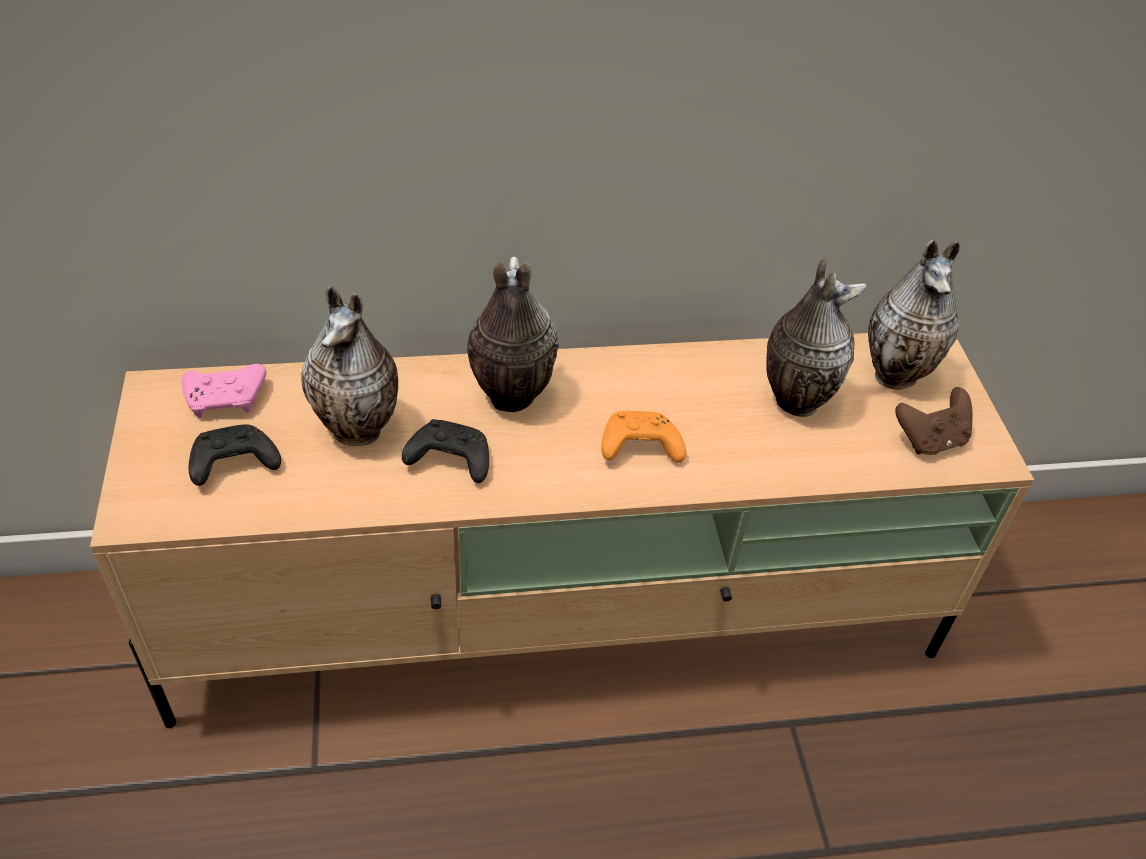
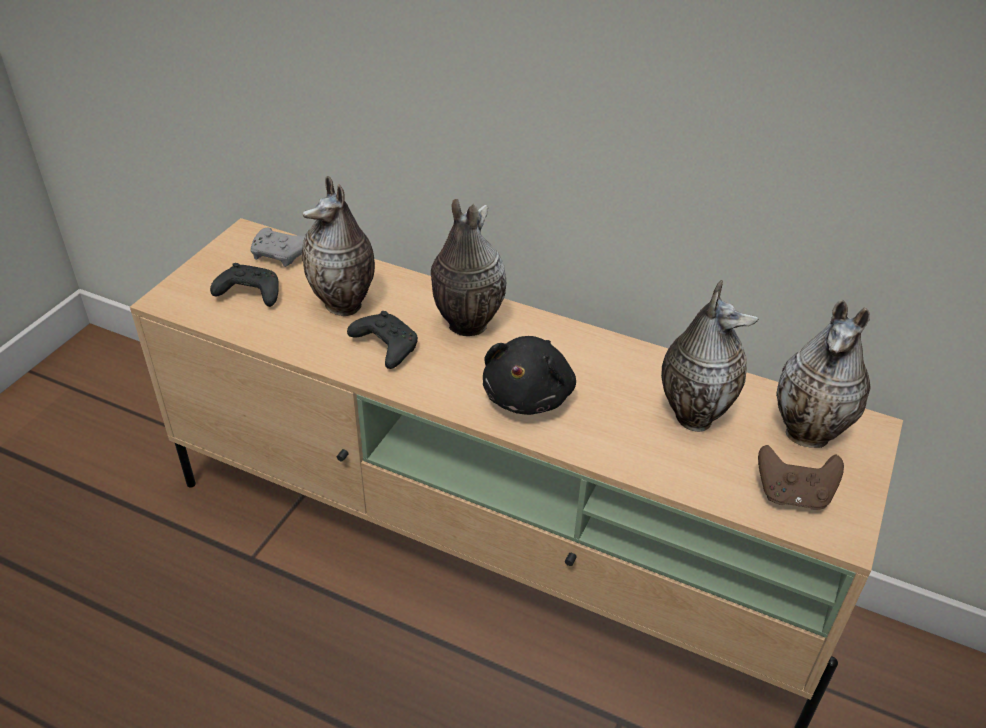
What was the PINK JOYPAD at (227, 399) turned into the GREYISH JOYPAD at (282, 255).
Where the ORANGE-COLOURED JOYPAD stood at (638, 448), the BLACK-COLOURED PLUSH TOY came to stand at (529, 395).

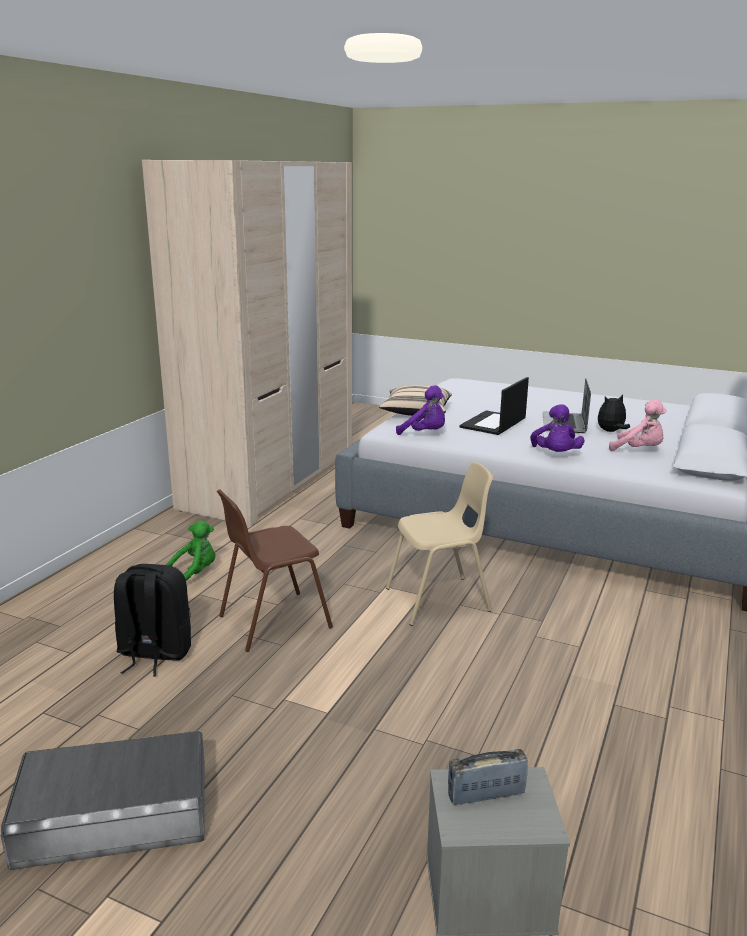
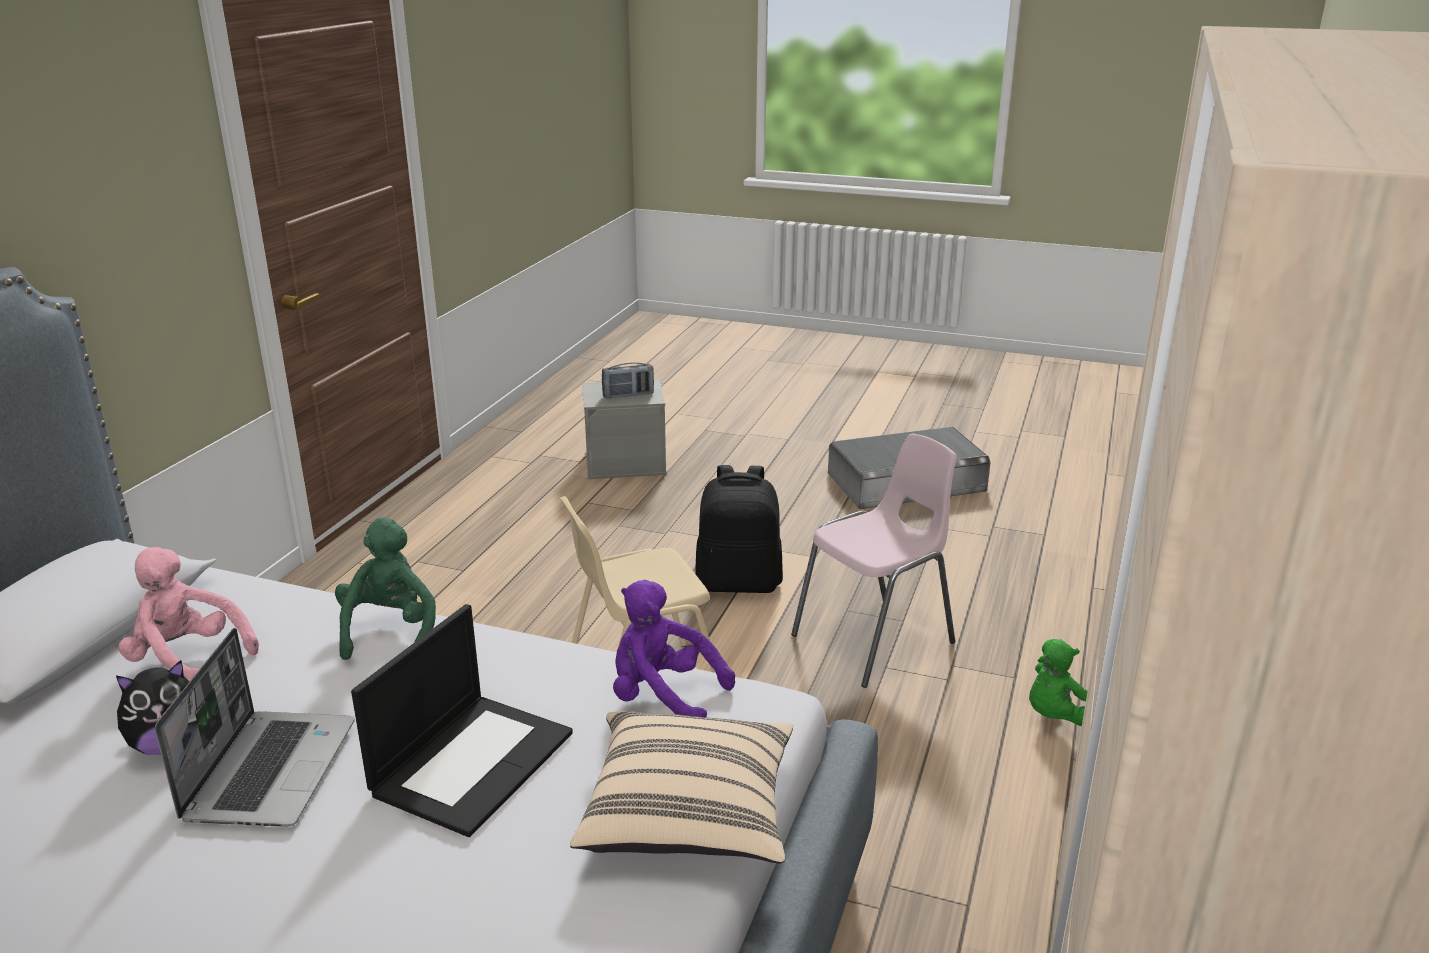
What was the PURPLE-COLOURED PLUSH TOY at (555, 455) turned into the GREENISH PLUSH TOY at (390, 631).
What was the BROWN-COLOURED CHAIR at (273, 621) turned into the PINK CHAIR at (876, 640).
The BLACK-COLOURED BACKPACK ended up elsewhere, having gone from (154, 654) to (739, 582).

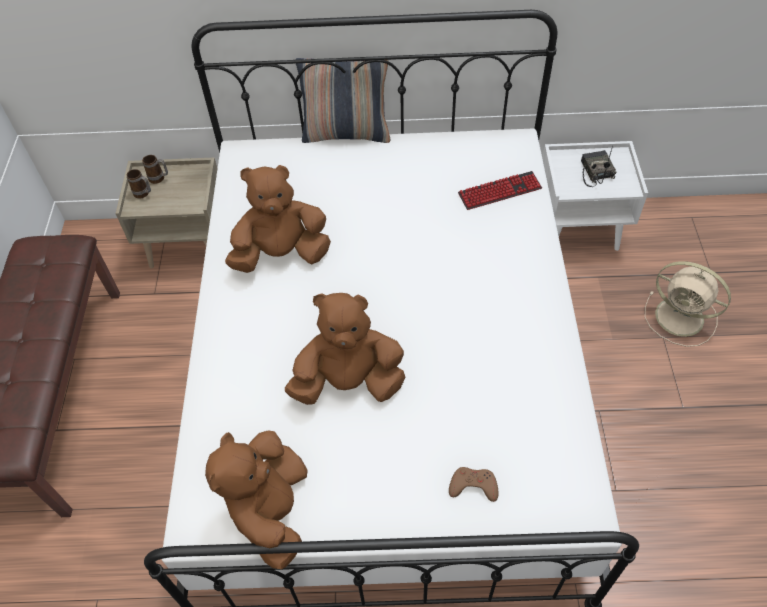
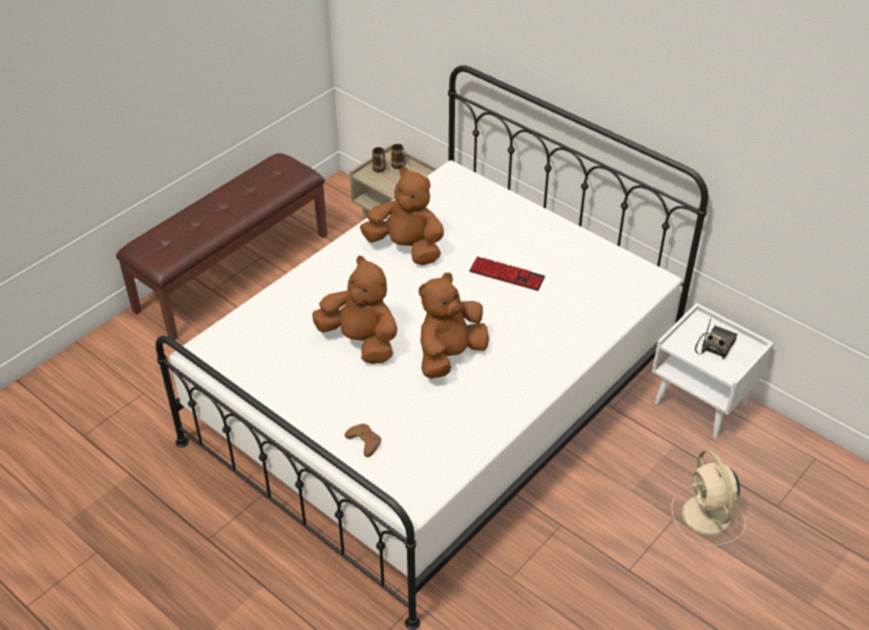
The second view lost the THROW PILLOW at (346, 134).
The PC KEYBOARD ended up elsewhere, having gone from (499, 191) to (506, 275).
The BROWN-COLOURED PLUSH TOY ended up elsewhere, having gone from (271, 510) to (449, 356).

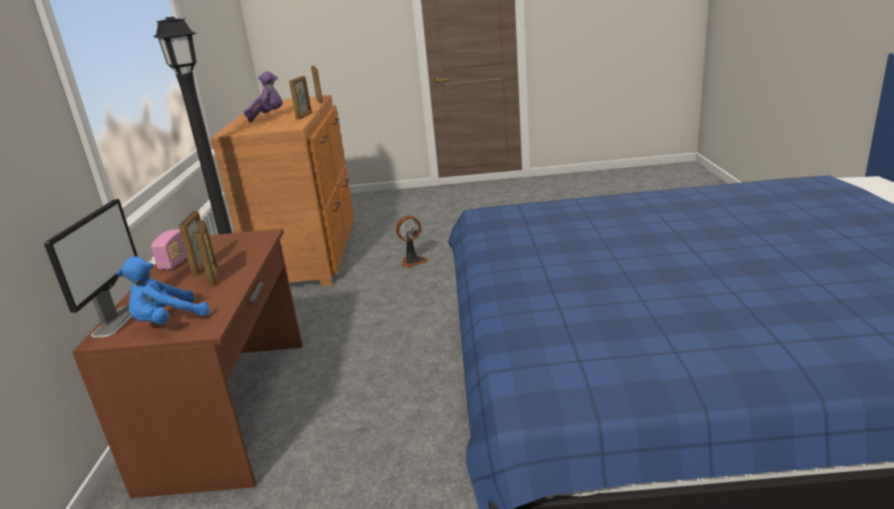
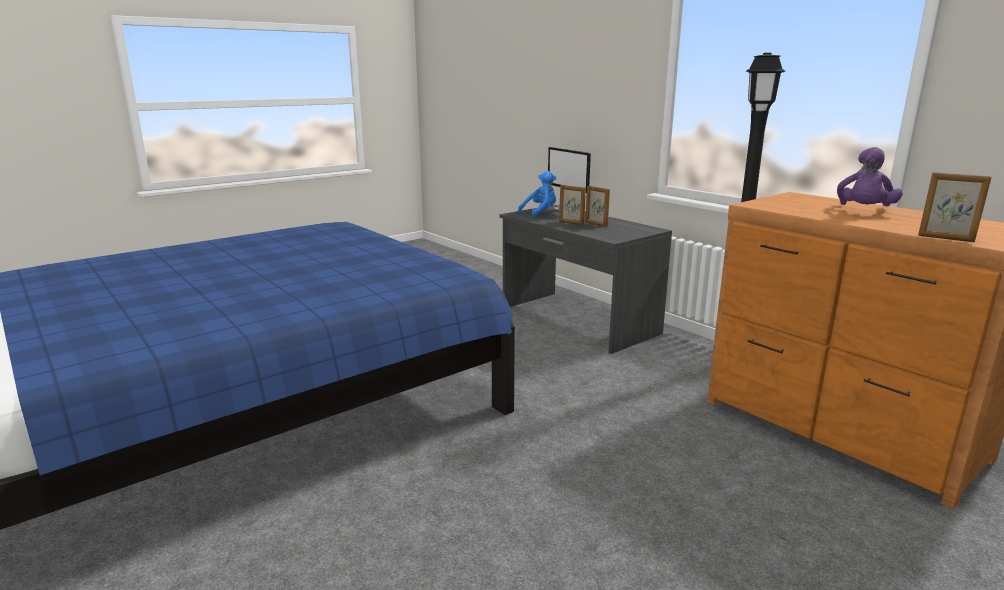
The second view lost the PHOTO FRAME at (304, 116).
The second view lost the COOLING FAN at (413, 261).
What was the BROWN-COLOURED DESK TABLE at (232, 409) turned into the GREYISH DESK TABLE at (577, 320).
The second view lost the RADIO SET at (177, 261).
The BLUISH PLUSH TOY at (168, 322) ended up facing another way, 45 degrees clockwise from before.

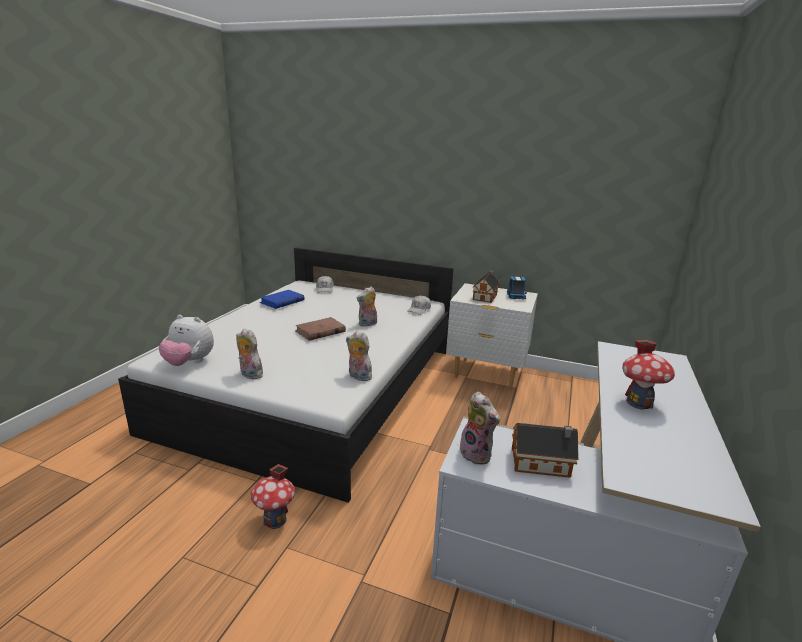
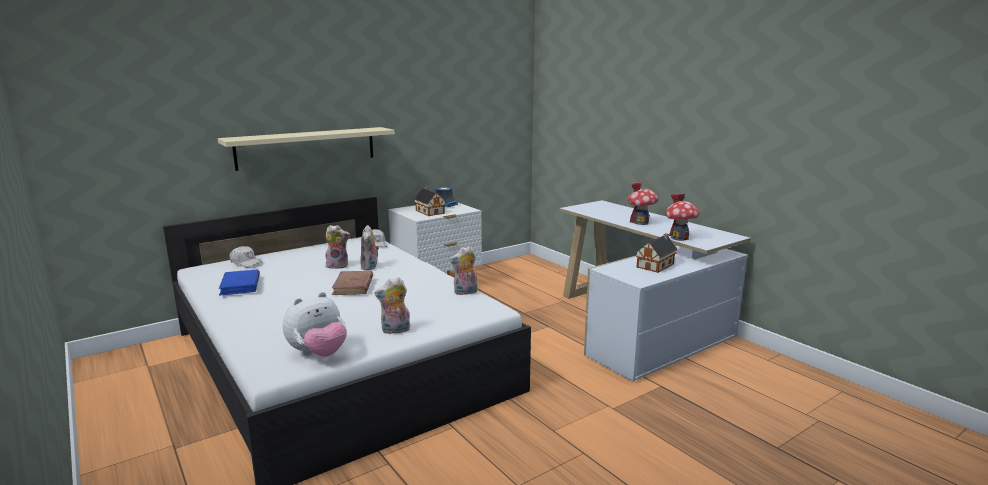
The PLUSH TOY ended up elsewhere, having gone from (477, 454) to (338, 265).
The MODEL HOUSE ended up elsewhere, having gone from (275, 520) to (679, 238).
The second view gained the BEIGE SHELF at (307, 148).

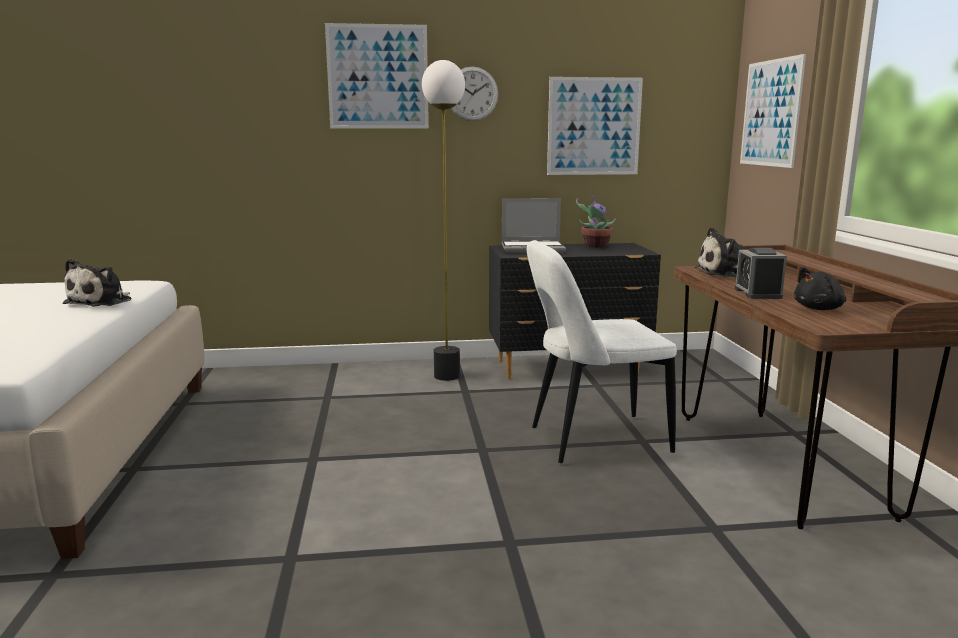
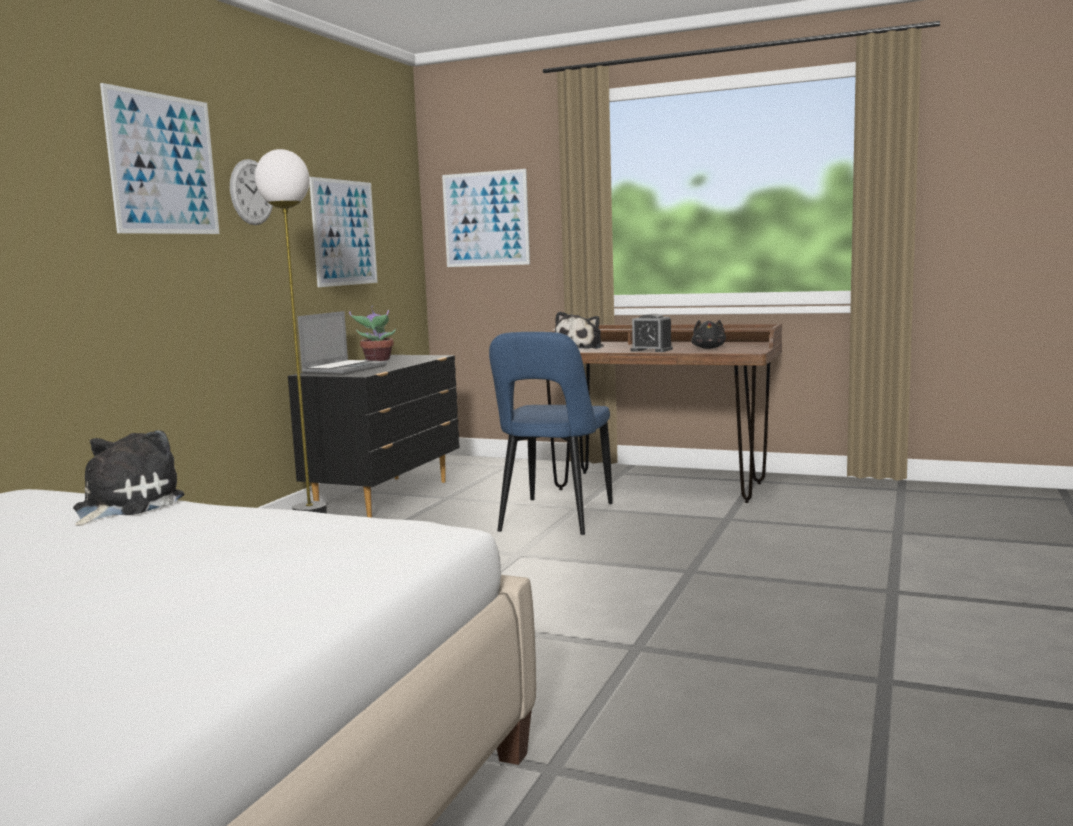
What was the WHITISH CHAIR at (592, 440) turned into the BLUISH CHAIR at (554, 519).
The PLUSH TOY at (102, 301) ended up facing another way, 120 degrees counterclockwise from before.

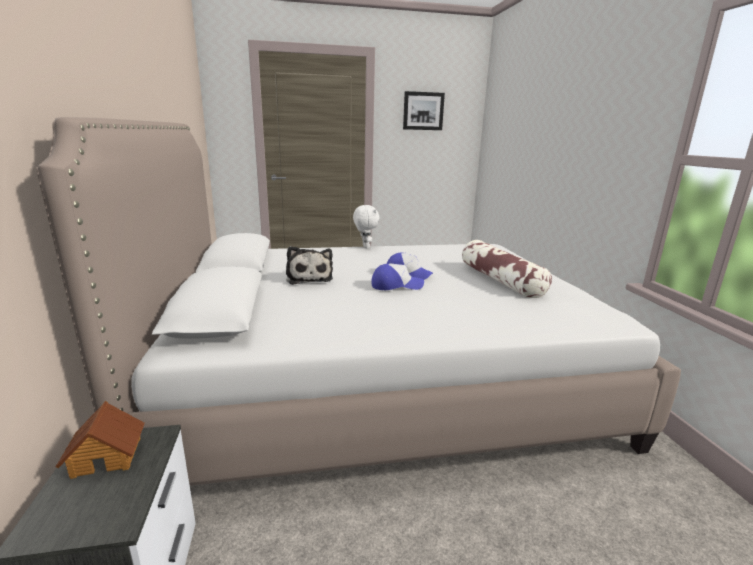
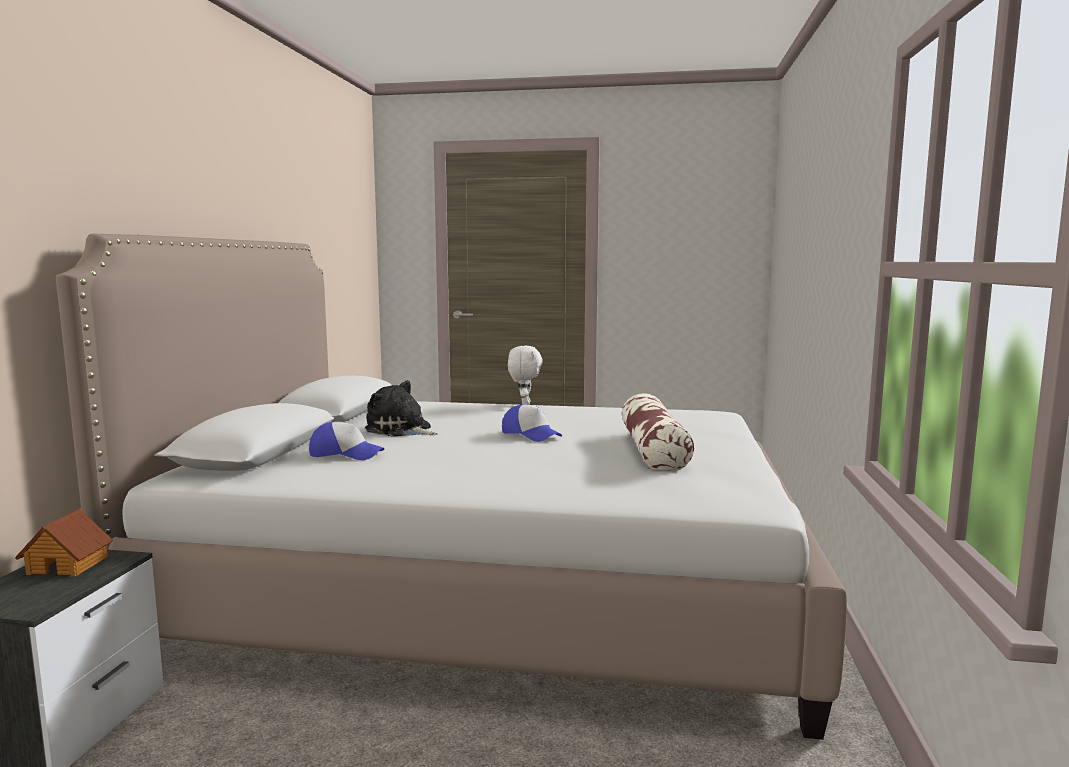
The second view lost the WALL PICTURE at (423, 111).
The PLUSH TOY at (309, 278) ended up facing another way, 120 degrees clockwise from before.
The BASEBALL CAP ended up elsewhere, having gone from (396, 285) to (346, 454).

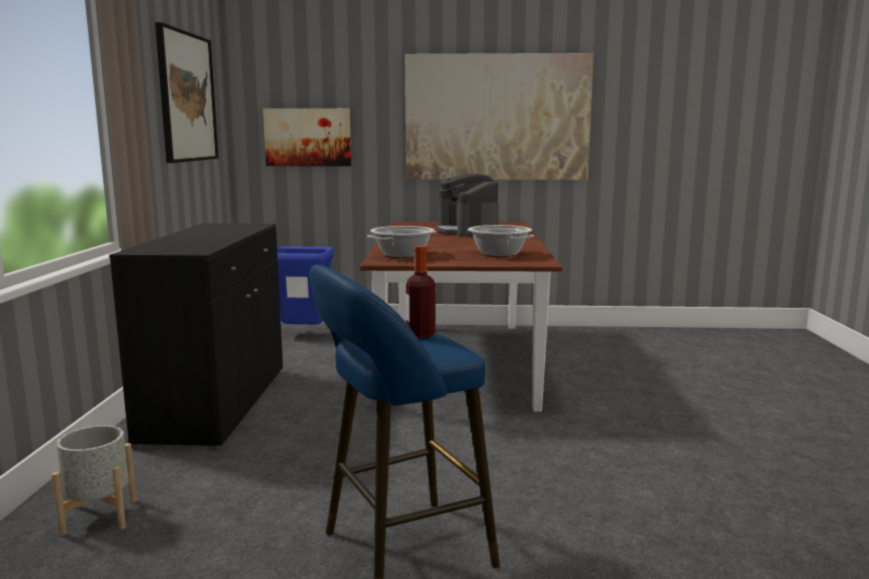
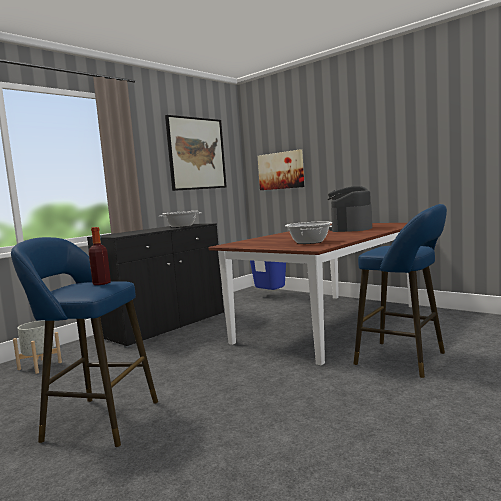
The second view lost the WALL PICTURE at (497, 117).
The STOCKPOT ended up elsewhere, having gone from (402, 255) to (181, 226).
The second view gained the BLUISH SITTING STOOL at (405, 359).

